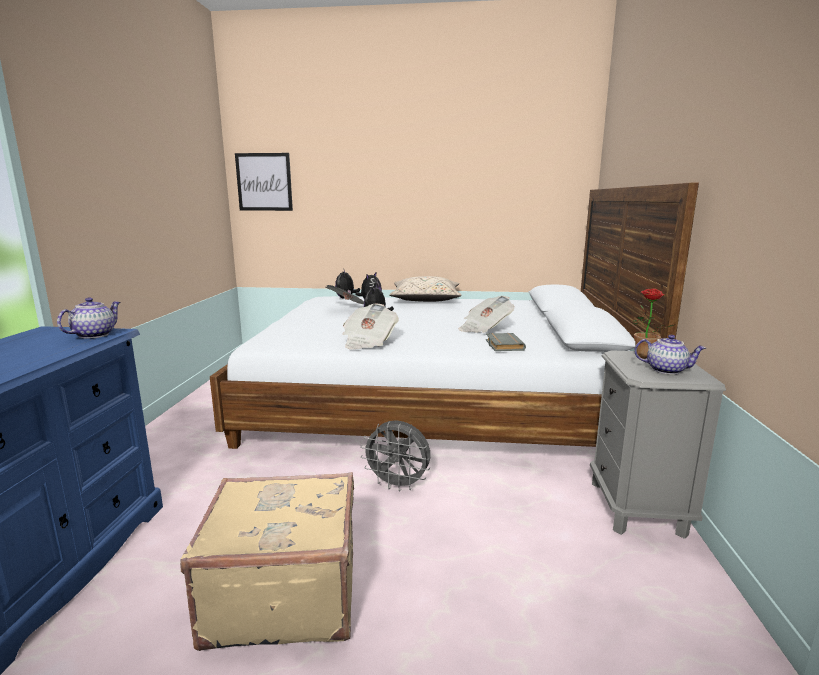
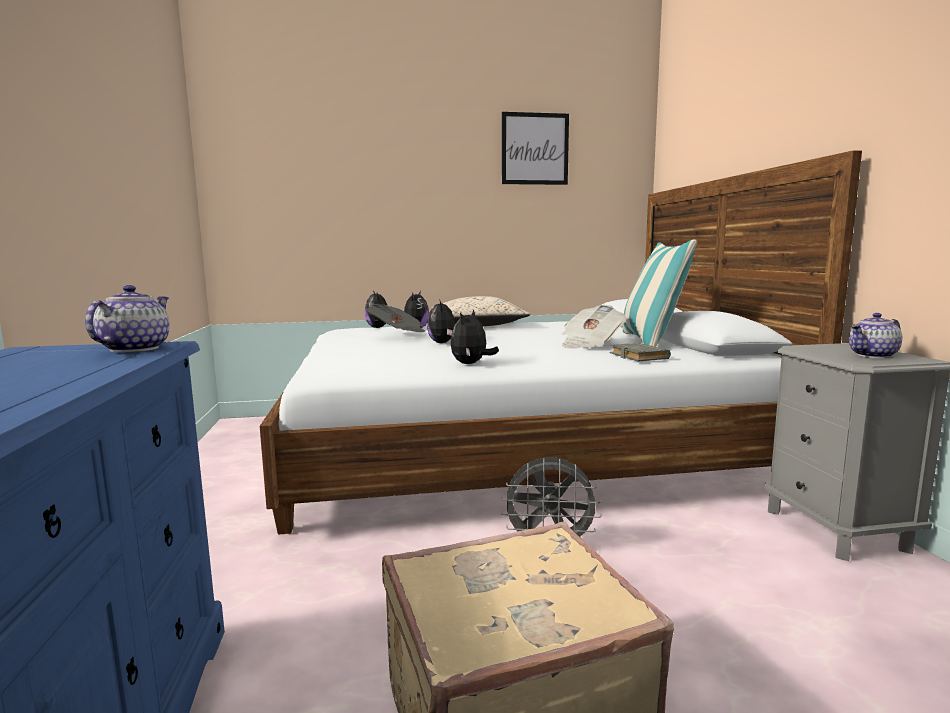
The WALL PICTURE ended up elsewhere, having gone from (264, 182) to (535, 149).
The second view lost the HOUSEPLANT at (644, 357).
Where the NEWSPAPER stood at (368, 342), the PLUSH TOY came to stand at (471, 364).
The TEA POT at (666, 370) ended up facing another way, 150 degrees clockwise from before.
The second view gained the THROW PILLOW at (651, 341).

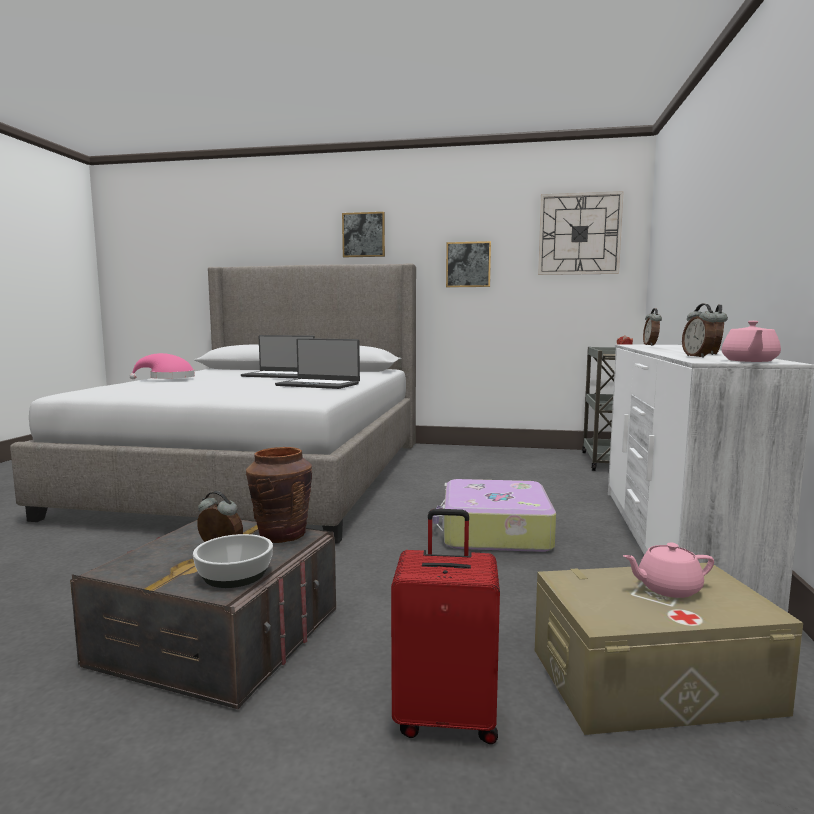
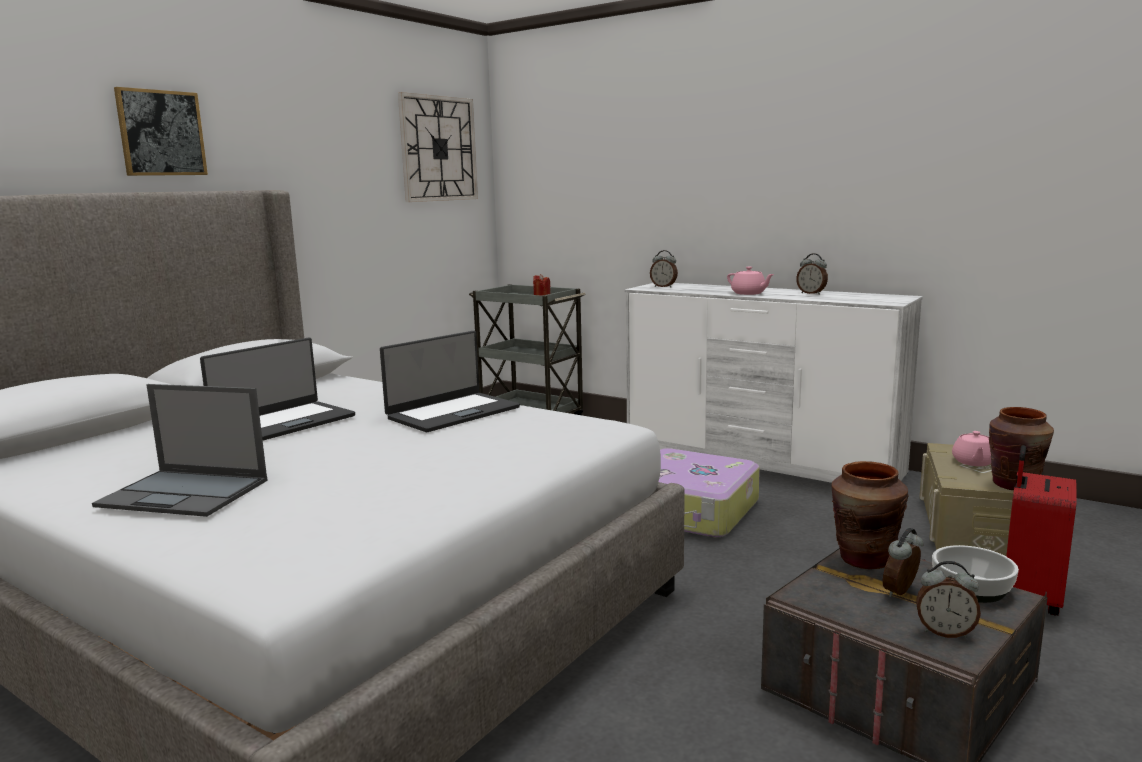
The second view lost the WALL PICTURE at (468, 264).
The TABLE CLOCK ended up elsewhere, having gone from (698, 357) to (945, 632).
The PINK TEA POT ended up elsewhere, having gone from (749, 361) to (749, 293).
Where the PINK CLOTHING HAT stood at (168, 378), the LAPTOP came to stand at (185, 493).
The second view gained the BROWN-COLOURED DECORATIVE VASE at (1014, 484).

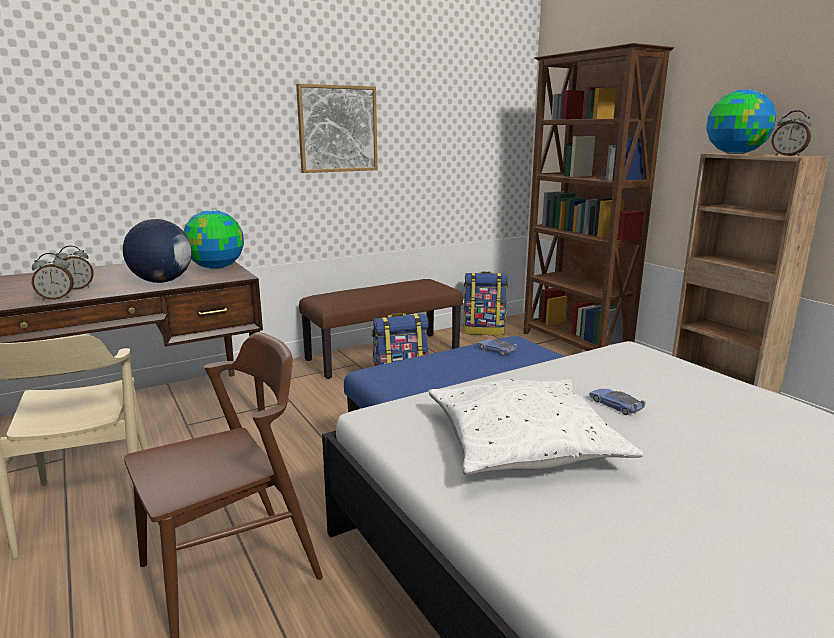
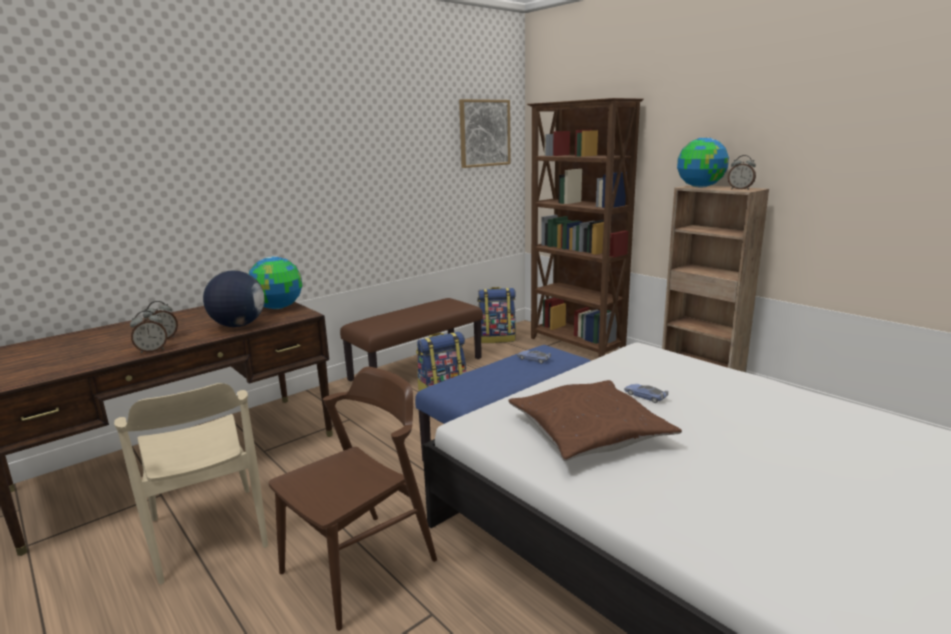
The WALL PICTURE ended up elsewhere, having gone from (337, 129) to (484, 133).
What was the WHITISH THROW PILLOW at (523, 443) turned into the BROWN-COLOURED THROW PILLOW at (589, 432).

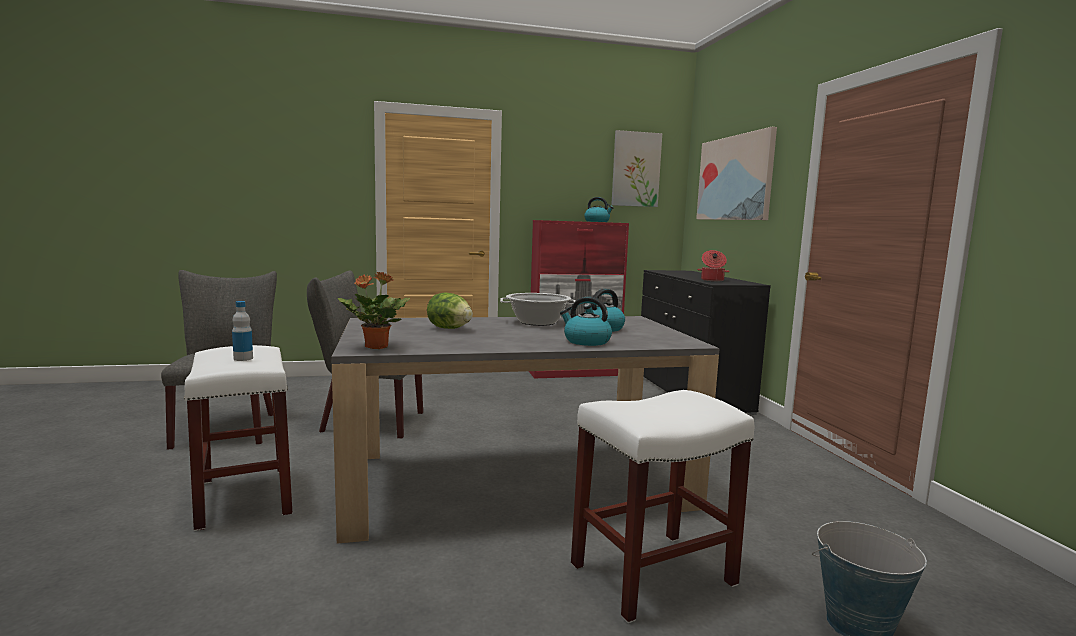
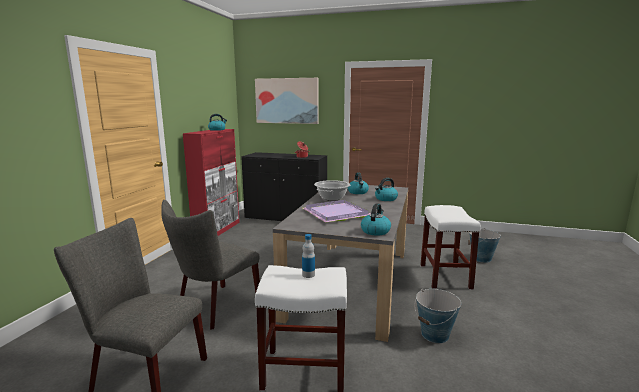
The second view lost the WALL PICTURE at (635, 169).
Where the HOUSEPLANT stood at (375, 347), the TEA KETTLE came to stand at (375, 231).
Where the LETTUCE stood at (449, 328), the PURPLE-COLOURED CARRYING TRAY came to stand at (335, 213).
The second view gained the WATER BUCKET at (435, 335).

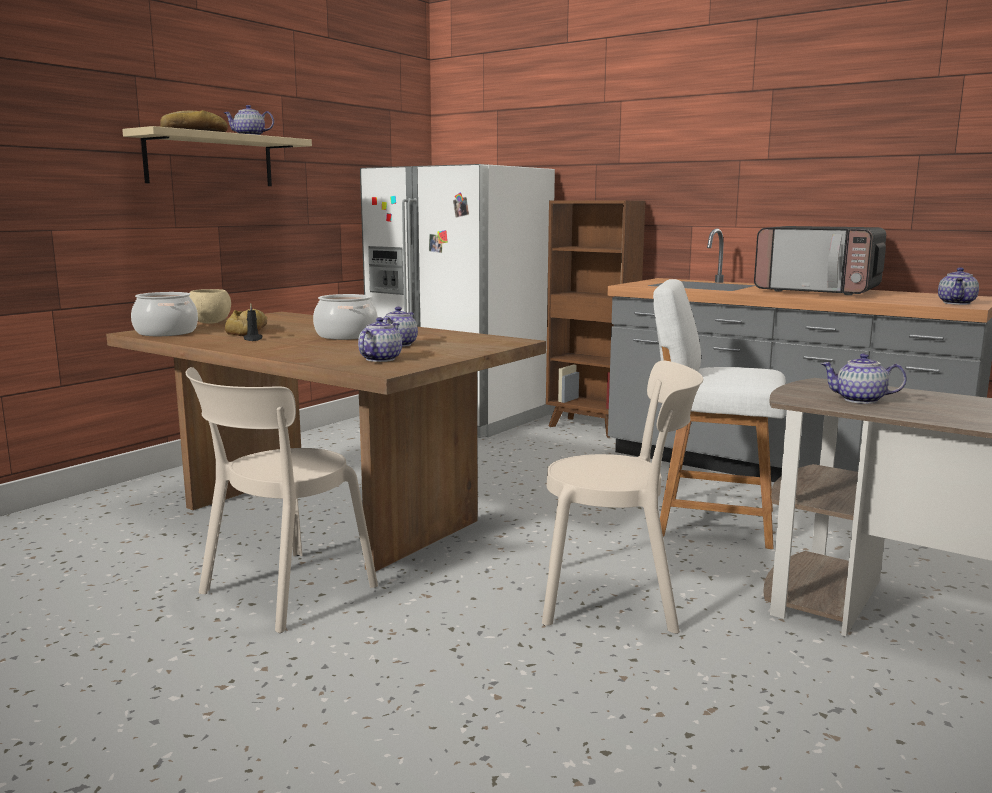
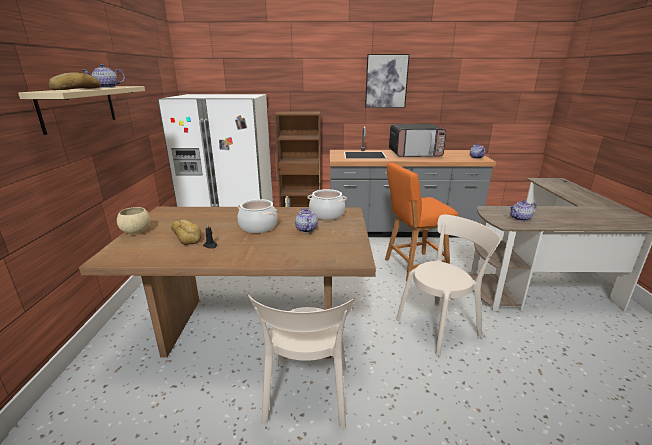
What was the WHITISH SITTING STOOL at (708, 521) turned into the ORANGE-COLOURED SITTING STOOL at (413, 267).
The STOCKPOT ended up elsewhere, having gone from (166, 332) to (327, 214).
The second view lost the TEA POT at (379, 359).
The second view gained the WALL PICTURE at (386, 81).

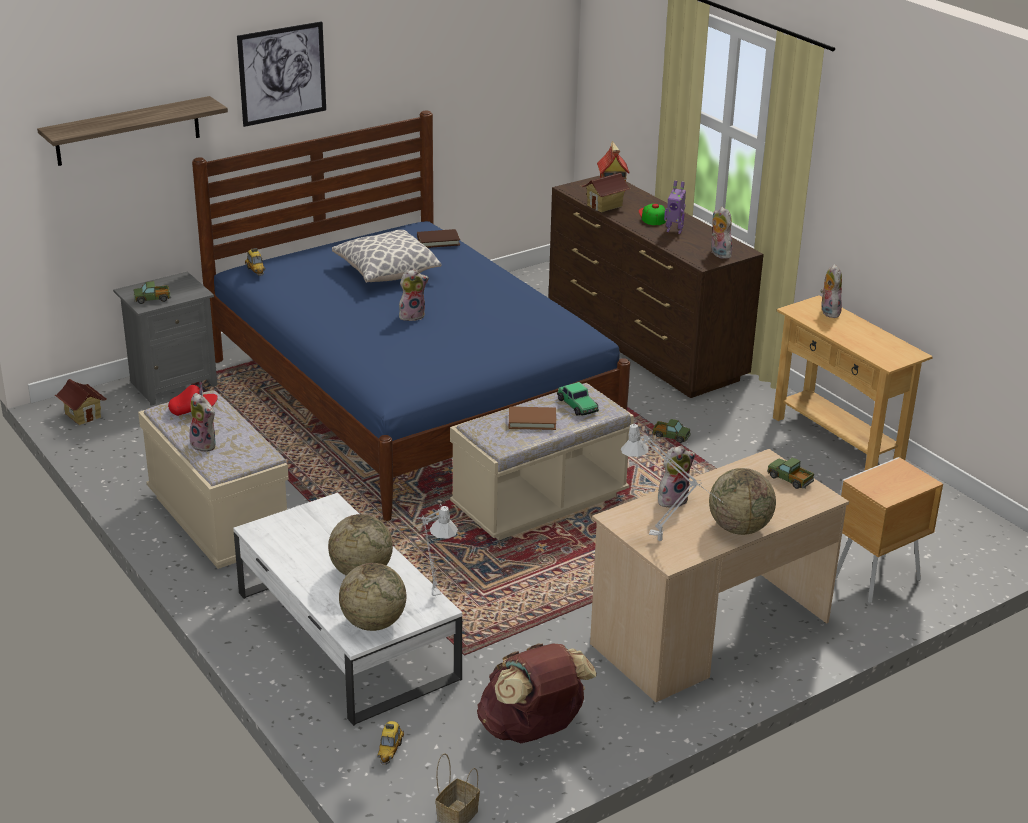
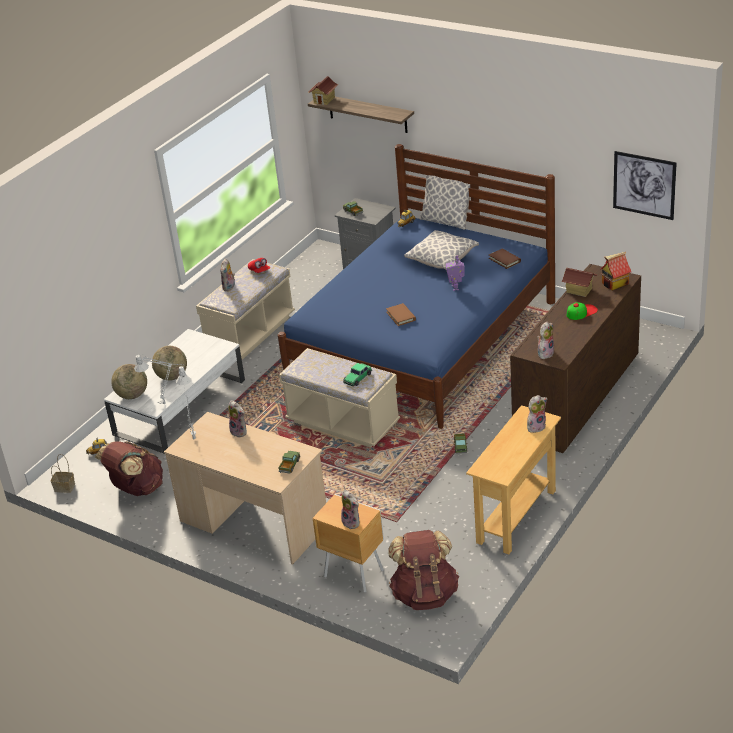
The WALL PICTURE ended up elsewhere, having gone from (282, 73) to (644, 185).
The ROBOT FIGURE ended up elsewhere, having gone from (674, 230) to (456, 287).
The PLUSH TOY ended up elsewhere, having gone from (412, 315) to (352, 522).
The MODEL HOUSE ended up elsewhere, having gone from (83, 415) to (324, 100).
The BROWN-COLOURED VOLUME ended up elsewhere, having gone from (532, 421) to (401, 316).
The second view lost the WORLD GLOBE at (739, 528).
The second view gained the THROW PILLOW at (446, 221).
The second view gained the BROWN-COLOURED BACKPACK at (425, 594).

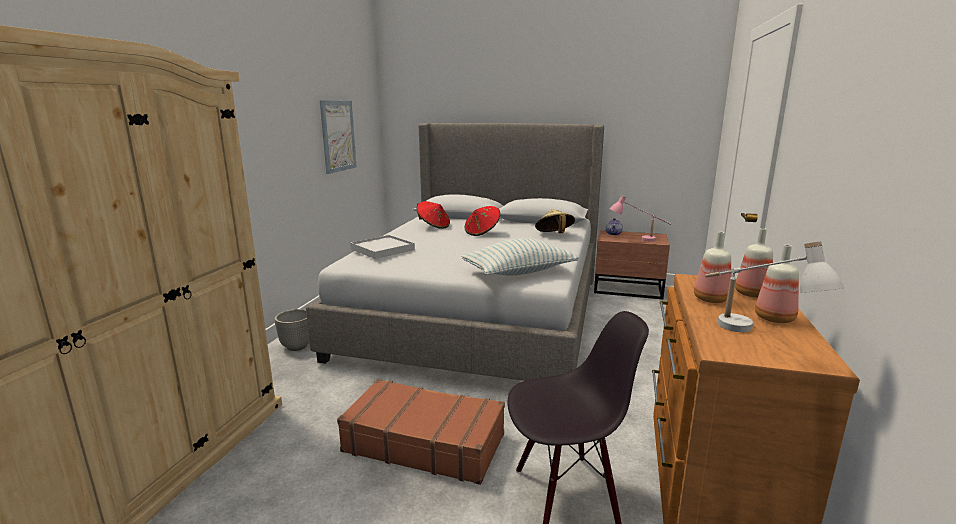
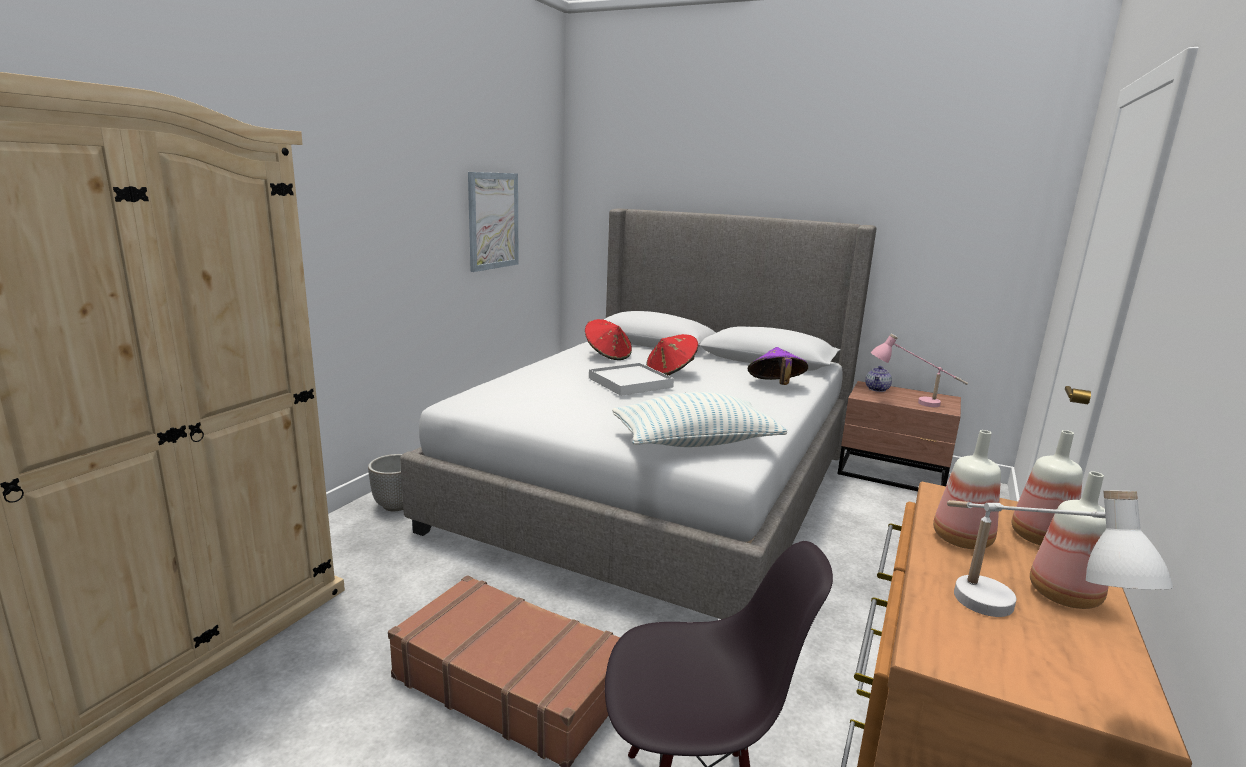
What was the BEIGE CLOTHING HAT at (554, 235) turned into the PURPLE-COLOURED CLOTHING HAT at (775, 386).
The WHITISH CARRYING TRAY ended up elsewhere, having gone from (382, 249) to (630, 382).

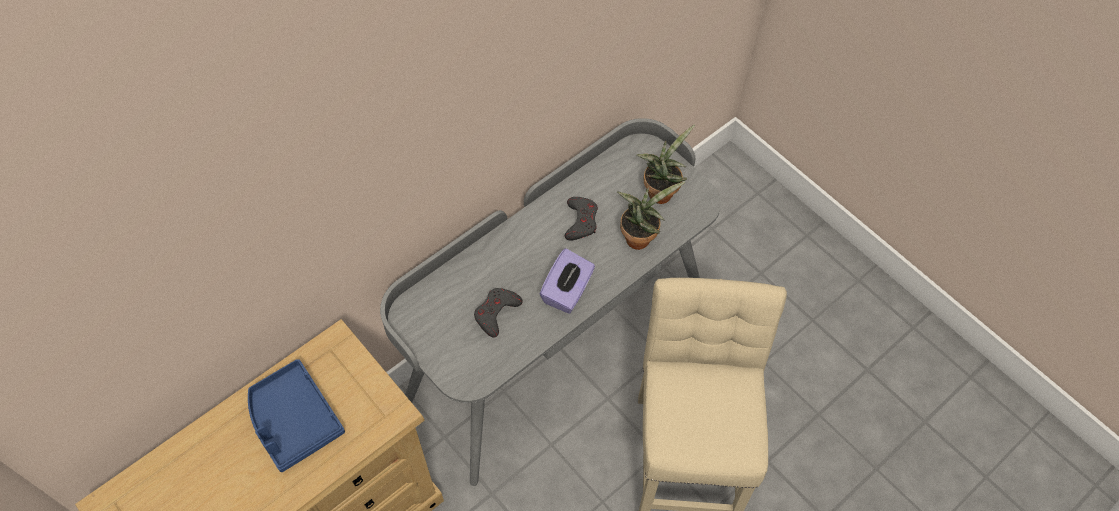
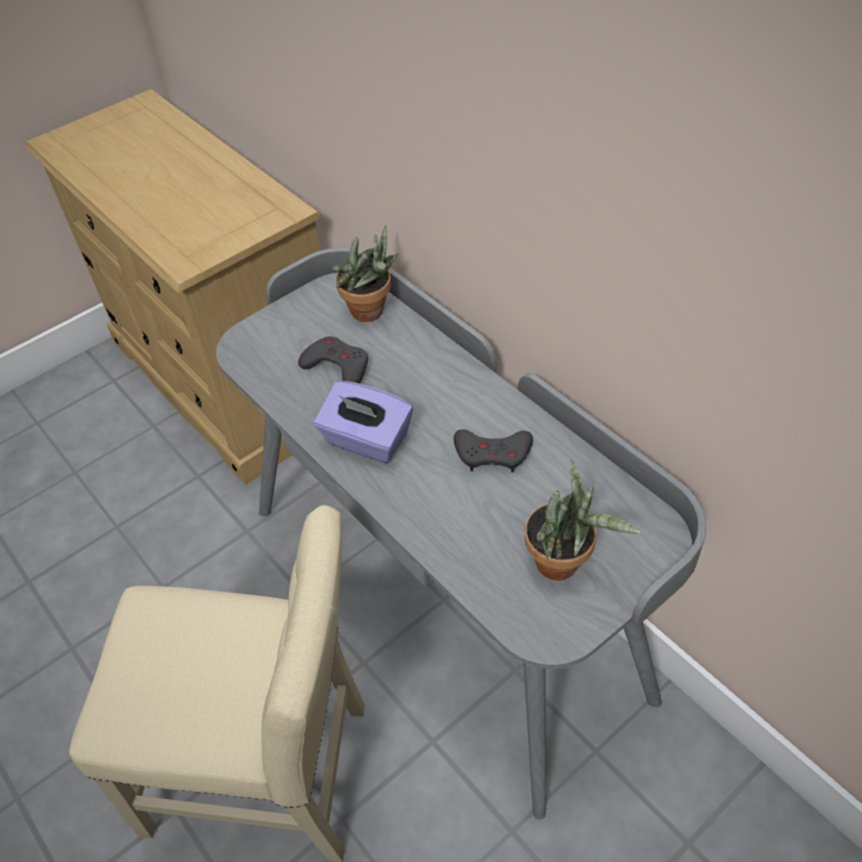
The HOUSEPLANT ended up elsewhere, having gone from (640, 236) to (372, 313).
The second view lost the BLUISH CARRYING TRAY at (293, 420).

